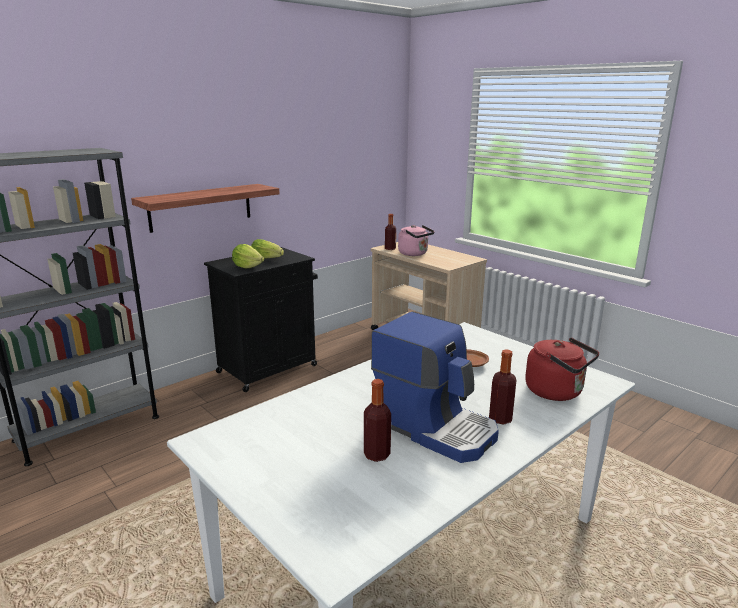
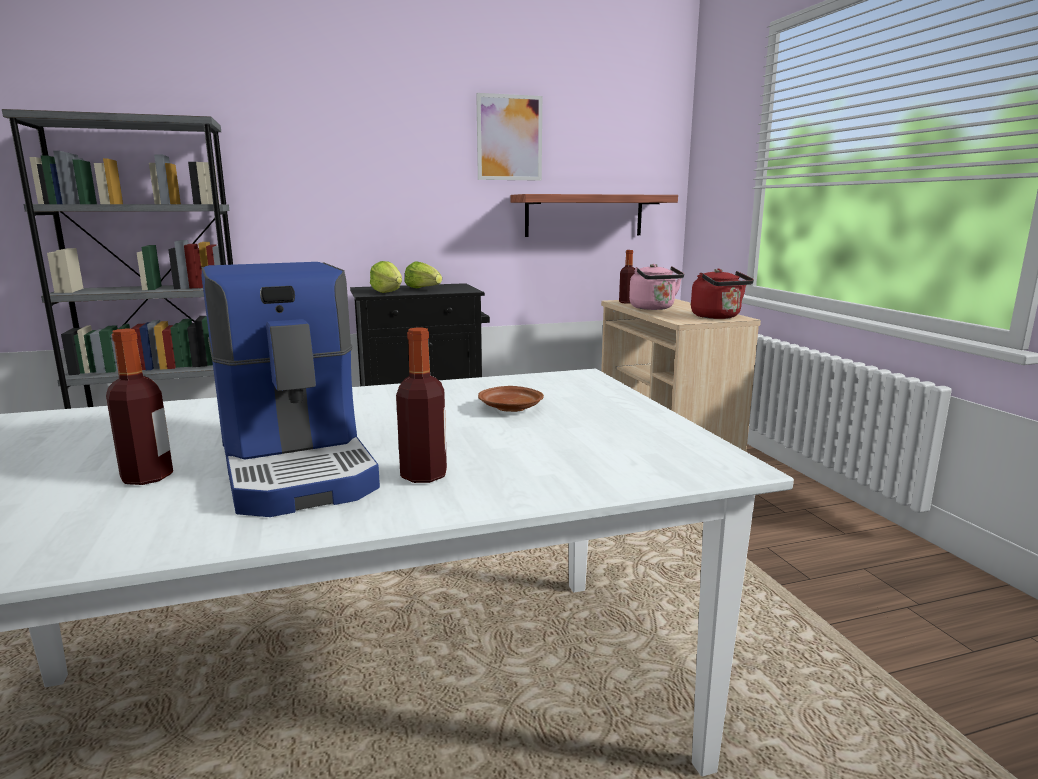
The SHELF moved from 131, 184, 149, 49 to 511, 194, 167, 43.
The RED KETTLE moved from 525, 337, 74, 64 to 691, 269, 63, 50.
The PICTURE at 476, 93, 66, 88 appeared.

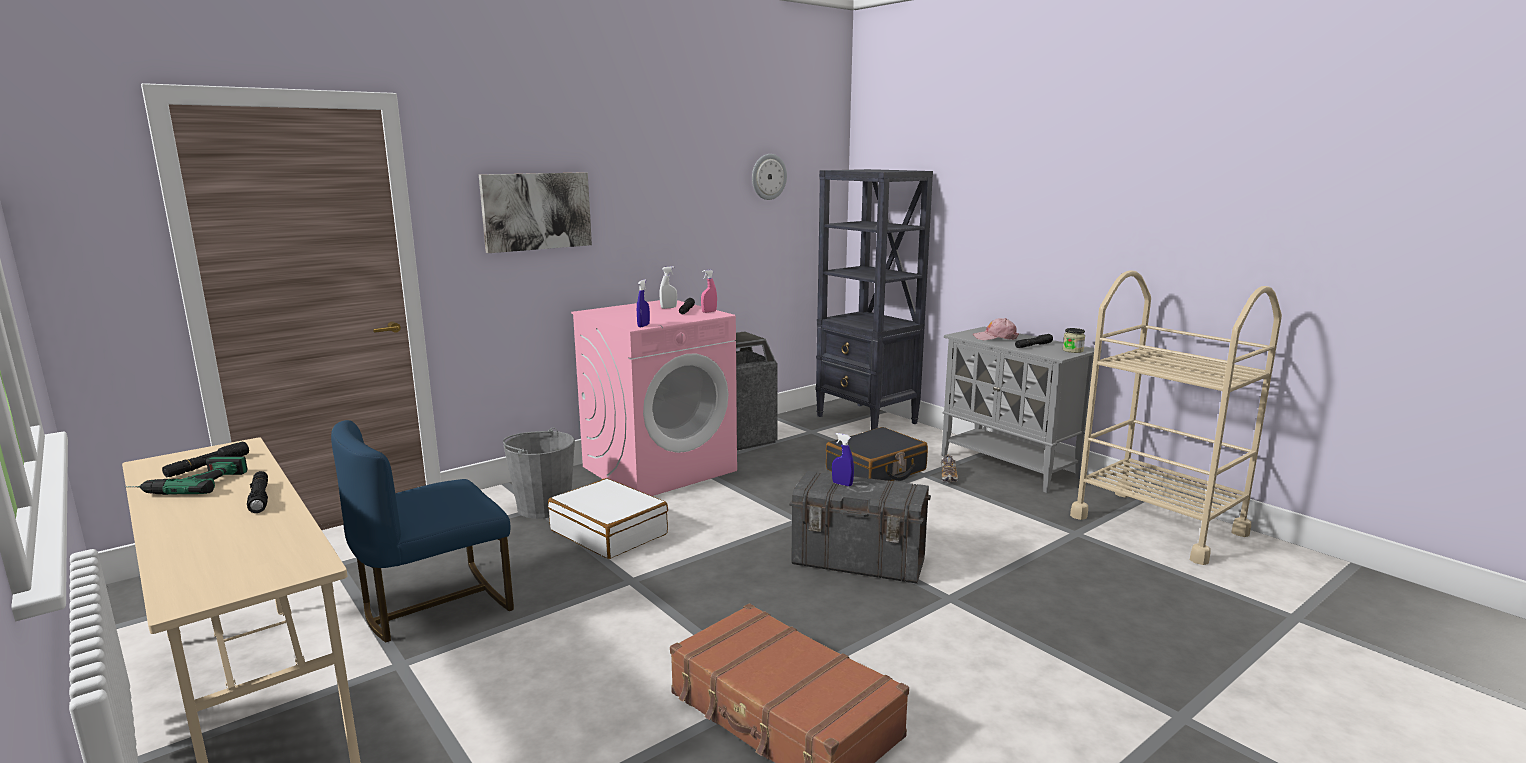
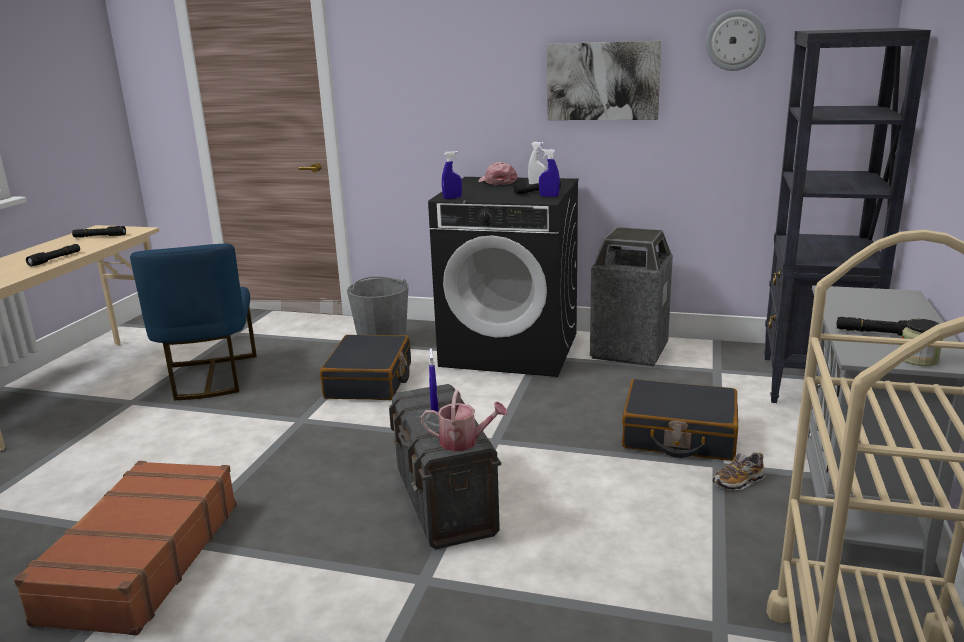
The POWER DRILL at 125, 456, 122, 39 disappeared.
The BLUE CHAIR at 331, 420, 183, 223 turned 120 degrees counterclockwise.
The PICTURE moved from 479, 172, 113, 81 to 547, 41, 115, 79.
The WHITE SUITCASE at 548, 478, 120, 81 became the BLACK SUITCASE at 320, 335, 91, 65.
The PINK WASHING MACHINE at 571, 300, 166, 196 became the BLACK WASHING MACHINE at 428, 177, 151, 200.
The PINK SPRAY BOTTLE at 701, 270, 16, 43 became the BLUE SPRAY BOTTLE at 539, 149, 21, 48.
The PINK CAP moved from 973, 318, 46, 22 to 478, 162, 40, 23.
The WATERING CAN at 420, 390, 88, 62 appeared.

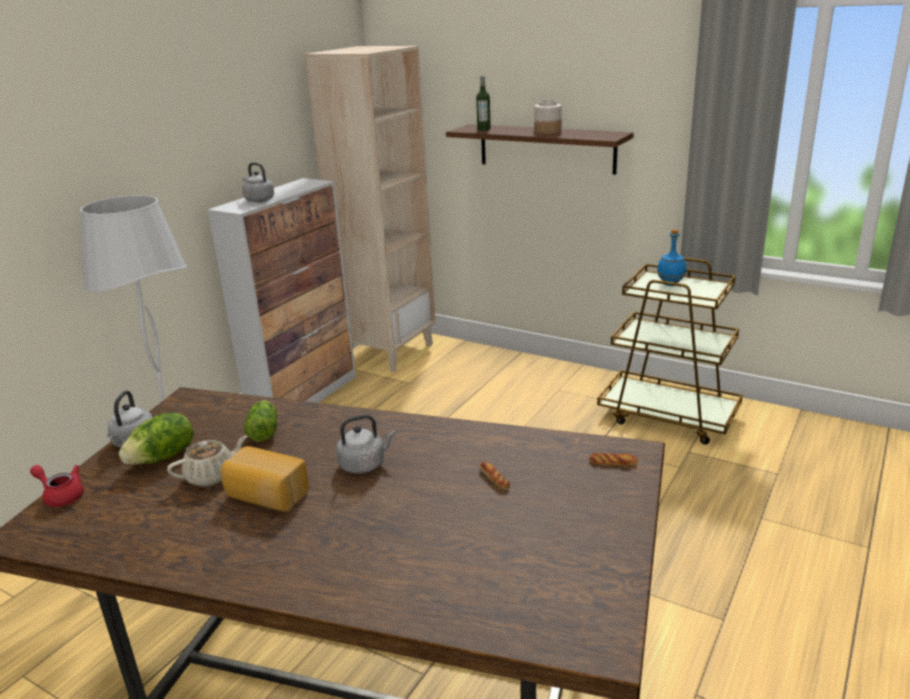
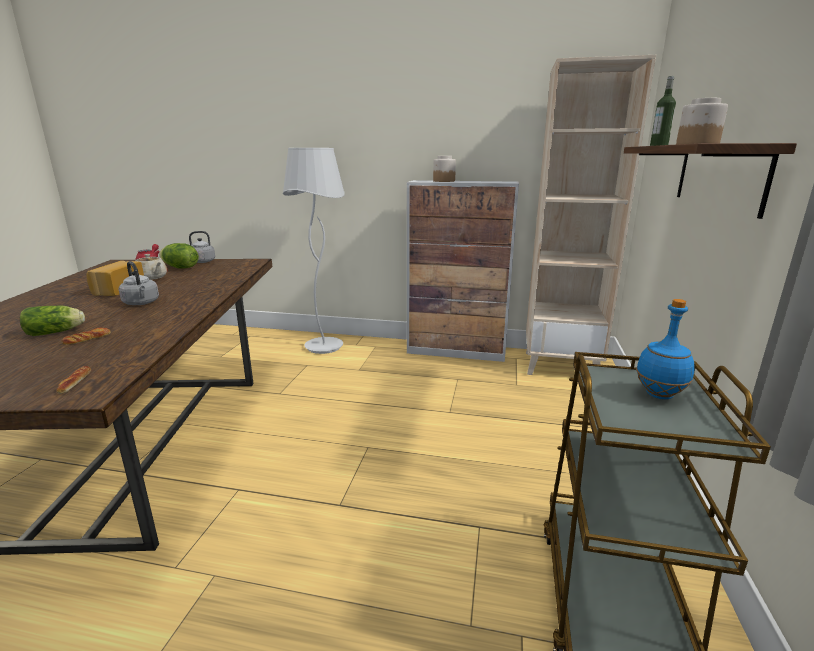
The GREY KETTLE at 242, 163, 32, 39 was replaced by the JAR at 433, 156, 23, 26.
The LETTUCE moved from 244, 400, 33, 42 to 20, 306, 65, 30.

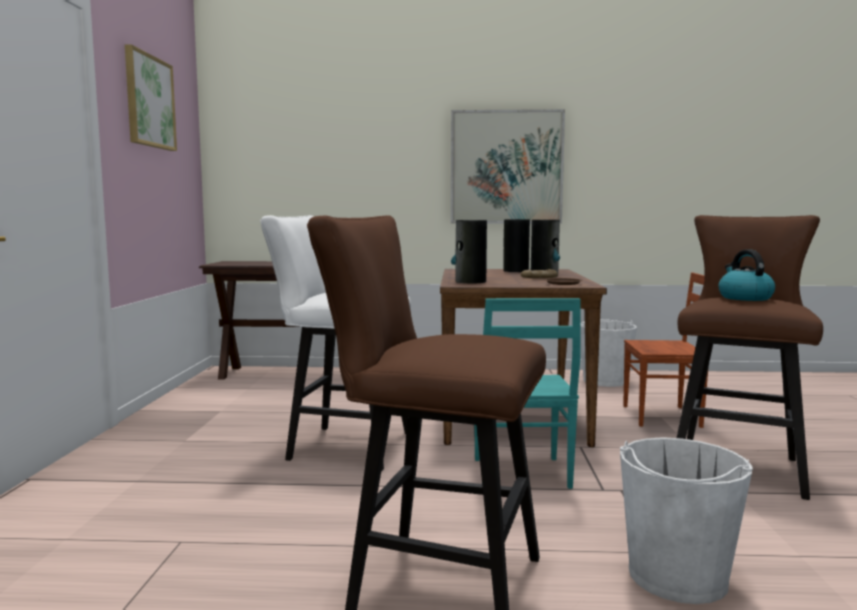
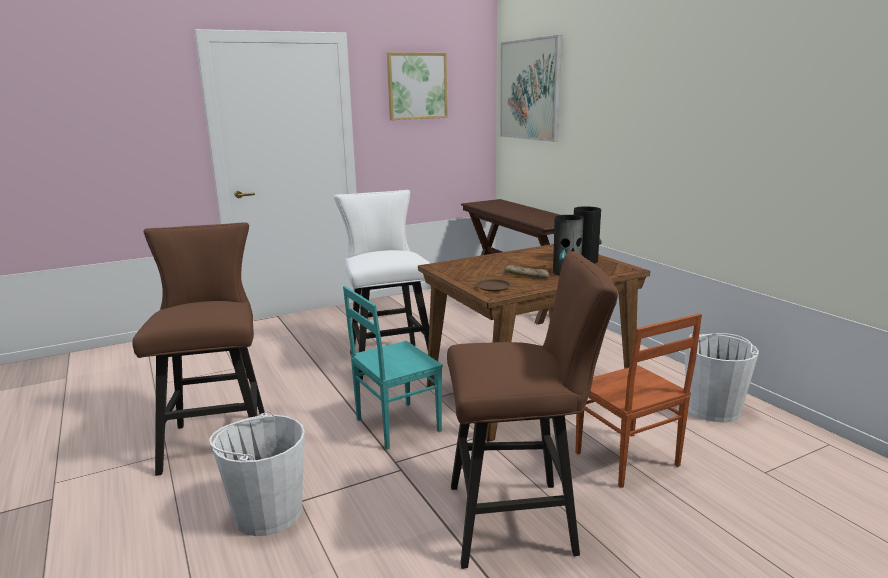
The PICTURE moved from 451, 109, 114, 115 to 500, 35, 62, 107.
The VASE at 451, 220, 36, 64 disappeared.
The KETTLE at 718, 250, 57, 51 disappeared.

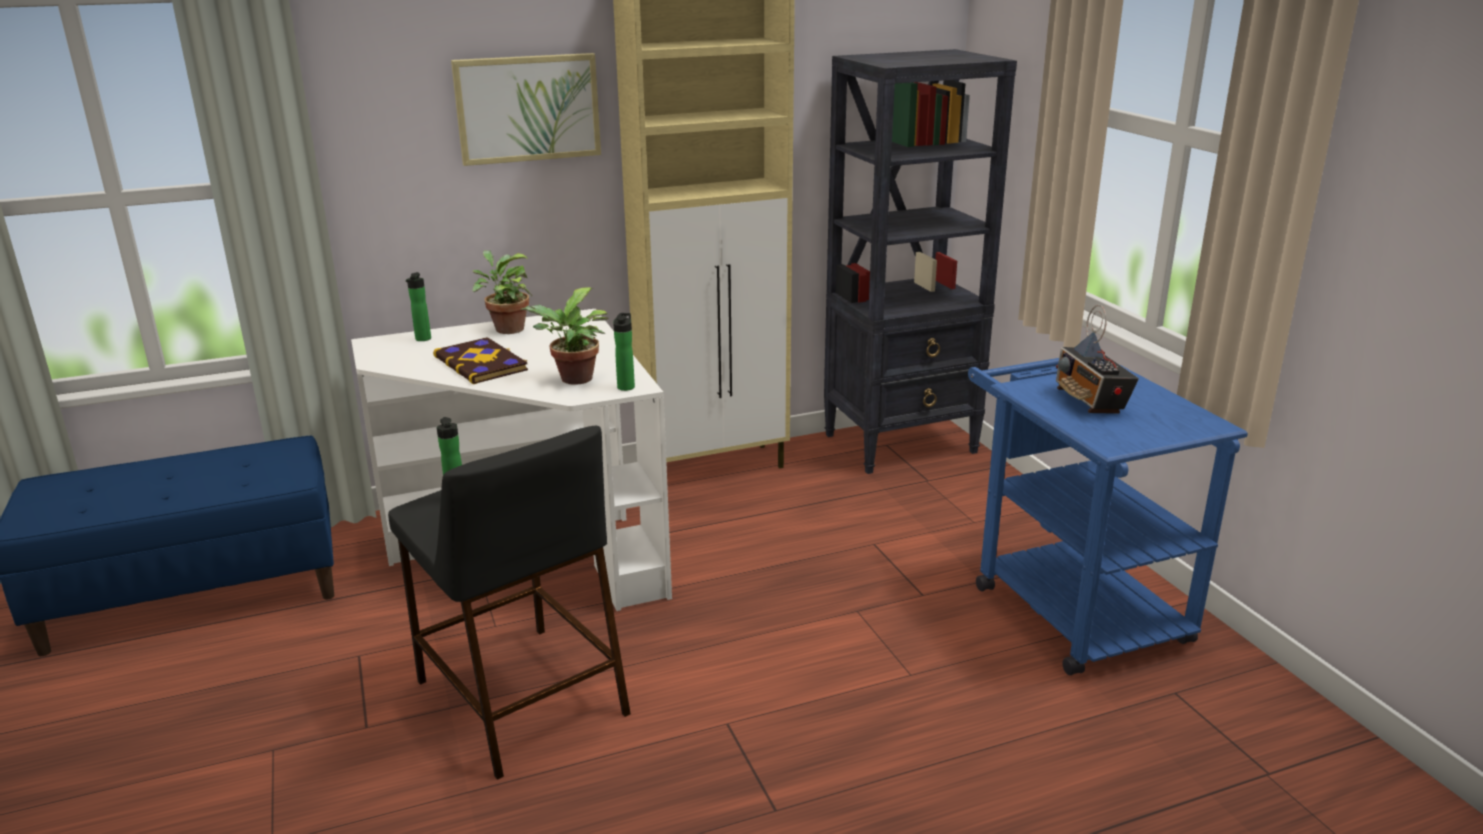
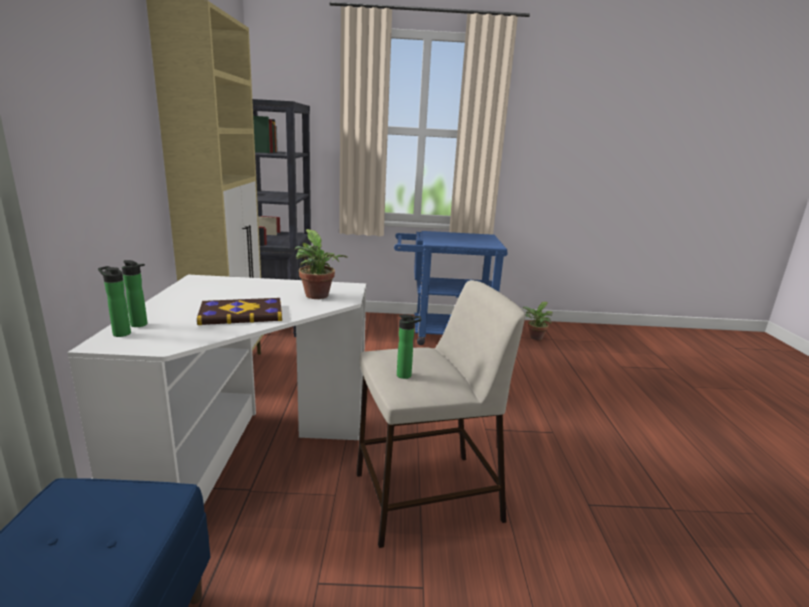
The BLACK STOOL at 388, 426, 243, 354 became the BEIGE STOOL at 357, 280, 168, 268.
The PICTURE at 451, 53, 150, 113 disappeared.
The POTTED PLANT moved from 472, 250, 60, 84 to 523, 302, 30, 38.
The BOTTLE moved from 613, 313, 22, 78 to 98, 266, 33, 71.
The RADIO at 1056, 305, 83, 109 disappeared.

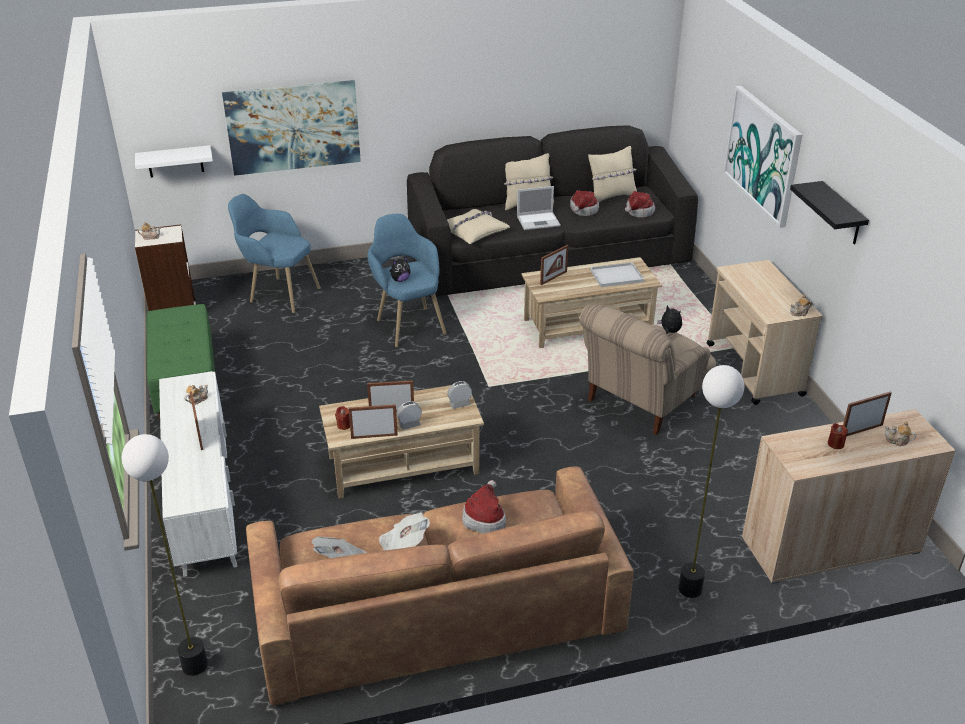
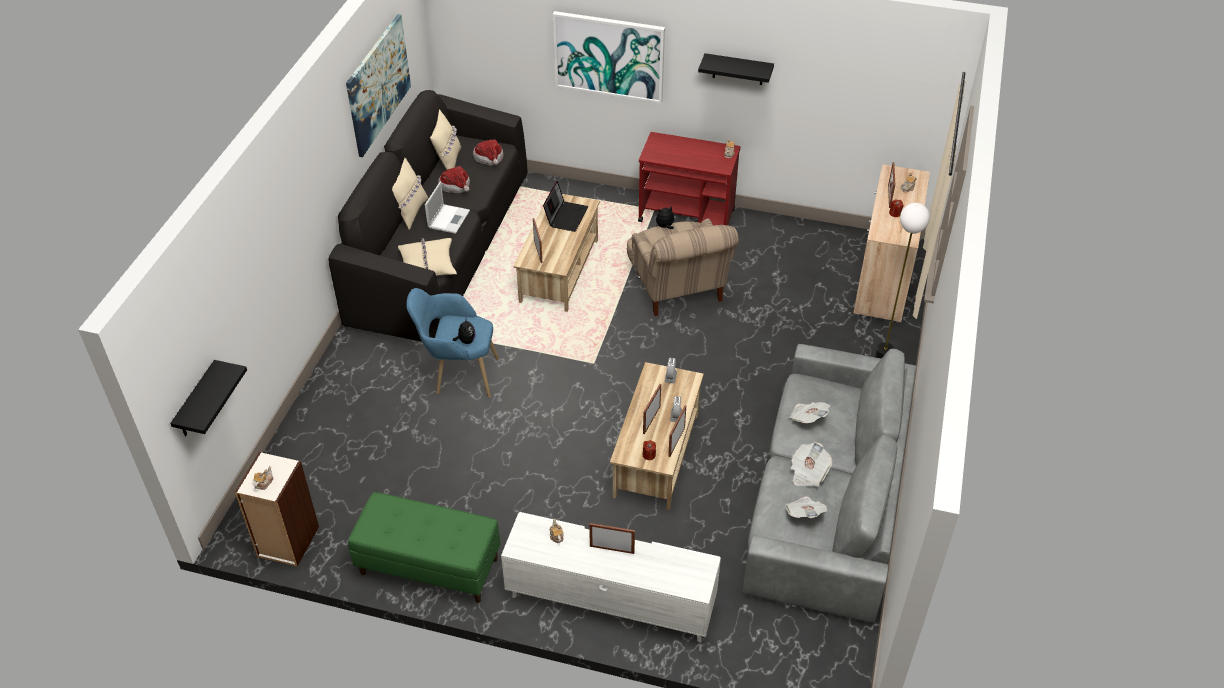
The FLOOR LAMP at 122, 434, 86, 242 disappeared.
The WHITE SHELF at 135, 145, 78, 32 became the BLACK SHELF at 170, 360, 77, 76.
The PICTURE moved from 222, 80, 139, 96 to 346, 14, 65, 143.
The BLUE ARMCHAIR at 228, 194, 93, 119 disappeared.
The BROWN SOFA at 246, 466, 388, 239 became the GREY SOFA at 743, 344, 173, 279.
The HAT at 462, 480, 44, 54 was replaced by the NEWSPAPER at 789, 402, 41, 21.
The WHITE TRAY at 590, 262, 54, 25 was replaced by the LAPTOP at 543, 181, 45, 51.
The BEIGE CART at 706, 260, 116, 145 became the RED CART at 638, 132, 103, 94.

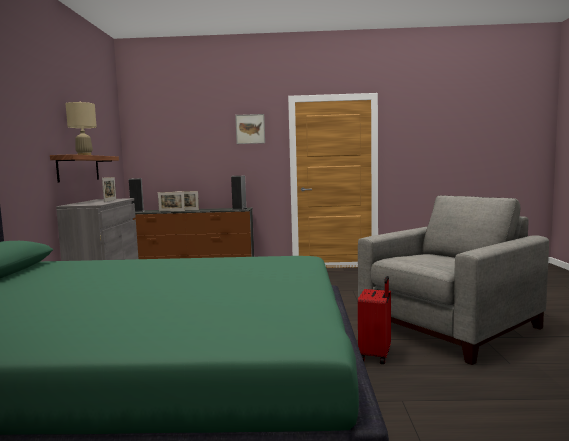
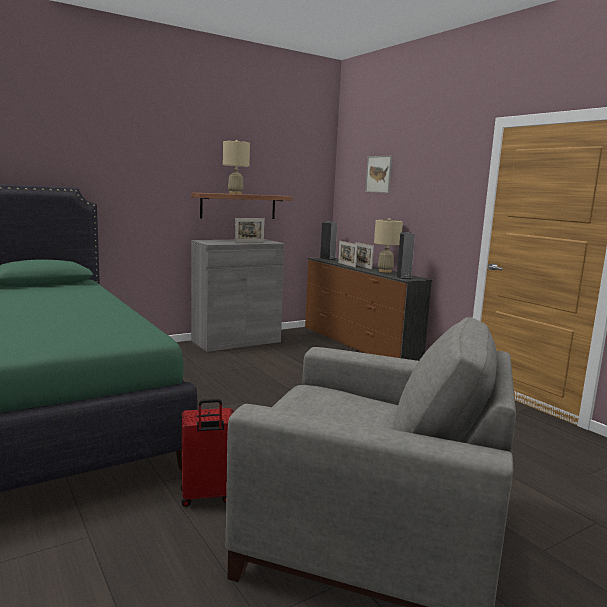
The PICTURE moved from 235, 114, 30, 30 to 365, 156, 27, 37.
The BEIGE TABLE LAMP at 374, 218, 29, 55 appeared.

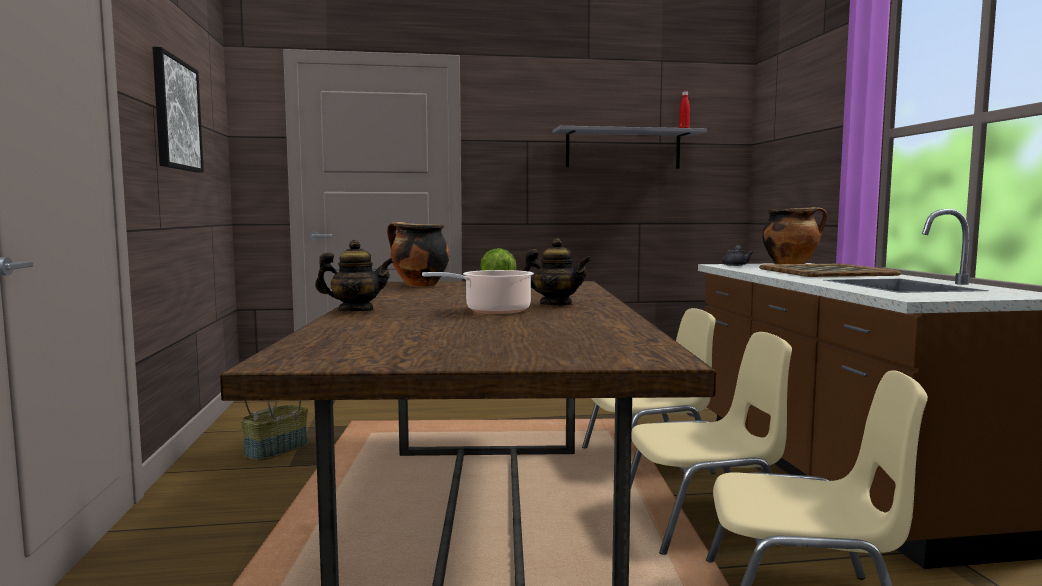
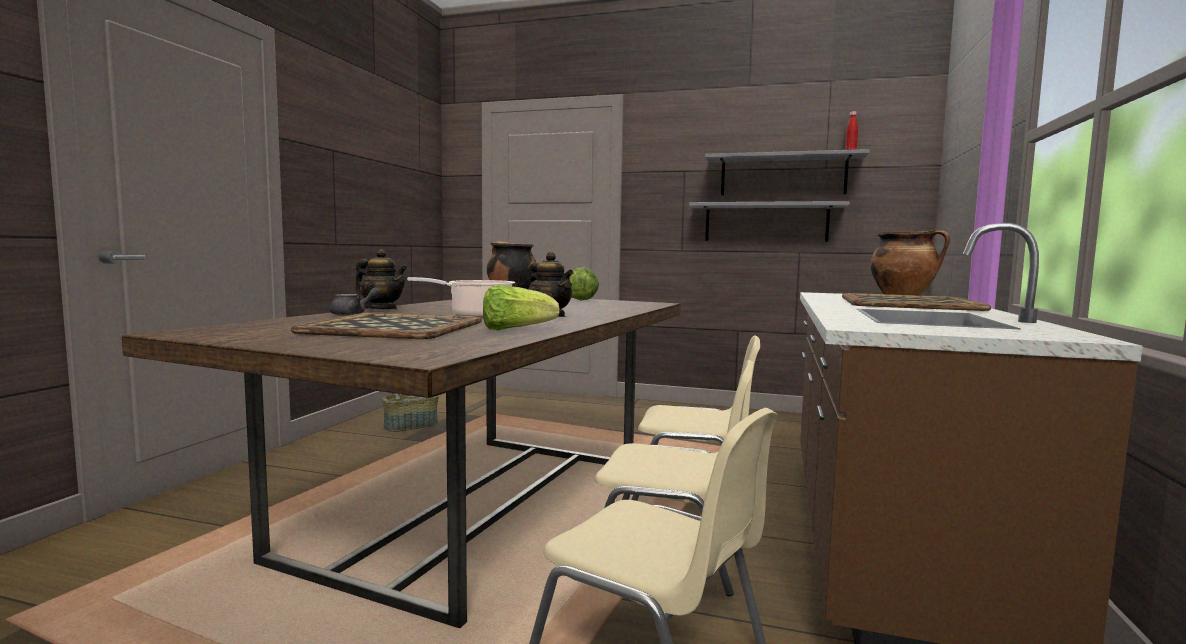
The PICTURE at 152, 47, 52, 126 disappeared.
The GREY TEAPOT moved from 722, 245, 32, 21 to 330, 288, 51, 28.
The TRAY at 291, 313, 191, 26 appeared.
The LETTUCE at 483, 285, 77, 45 appeared.
The GREY SHELF at 689, 201, 161, 41 appeared.

